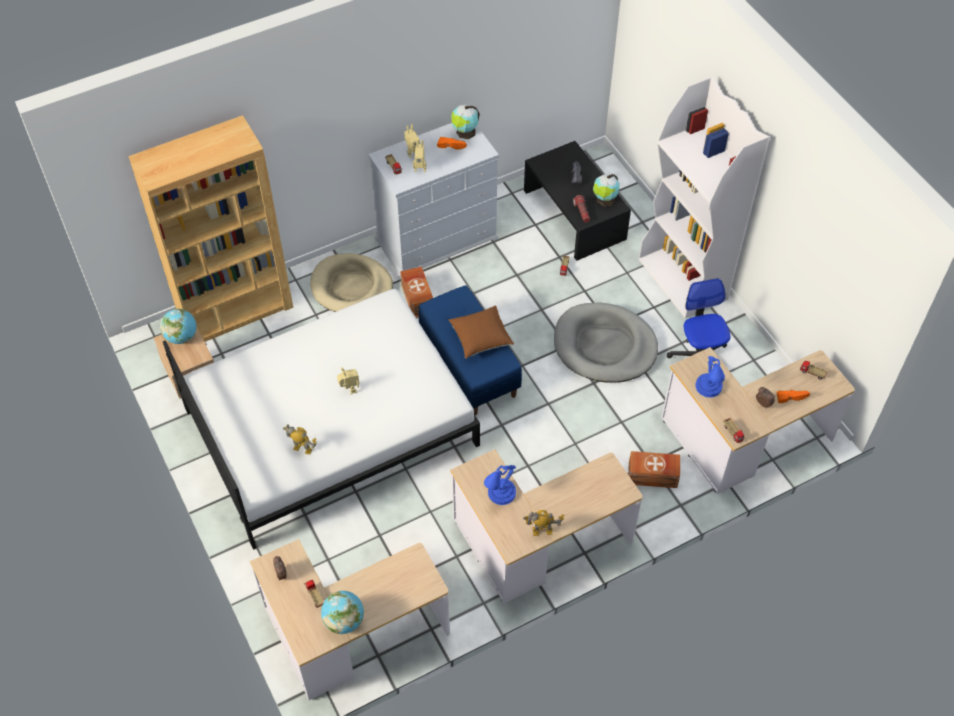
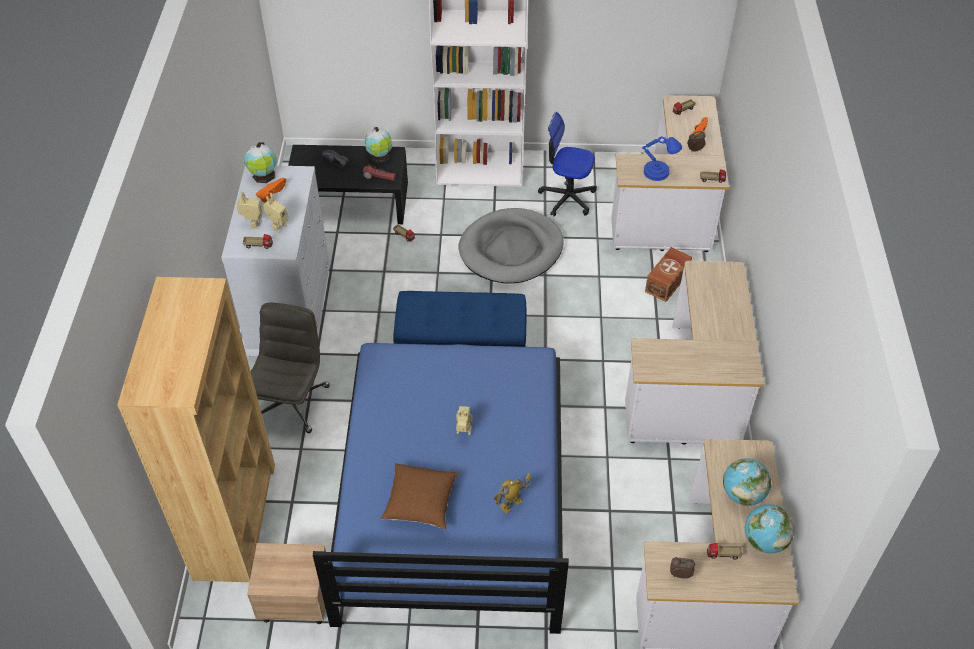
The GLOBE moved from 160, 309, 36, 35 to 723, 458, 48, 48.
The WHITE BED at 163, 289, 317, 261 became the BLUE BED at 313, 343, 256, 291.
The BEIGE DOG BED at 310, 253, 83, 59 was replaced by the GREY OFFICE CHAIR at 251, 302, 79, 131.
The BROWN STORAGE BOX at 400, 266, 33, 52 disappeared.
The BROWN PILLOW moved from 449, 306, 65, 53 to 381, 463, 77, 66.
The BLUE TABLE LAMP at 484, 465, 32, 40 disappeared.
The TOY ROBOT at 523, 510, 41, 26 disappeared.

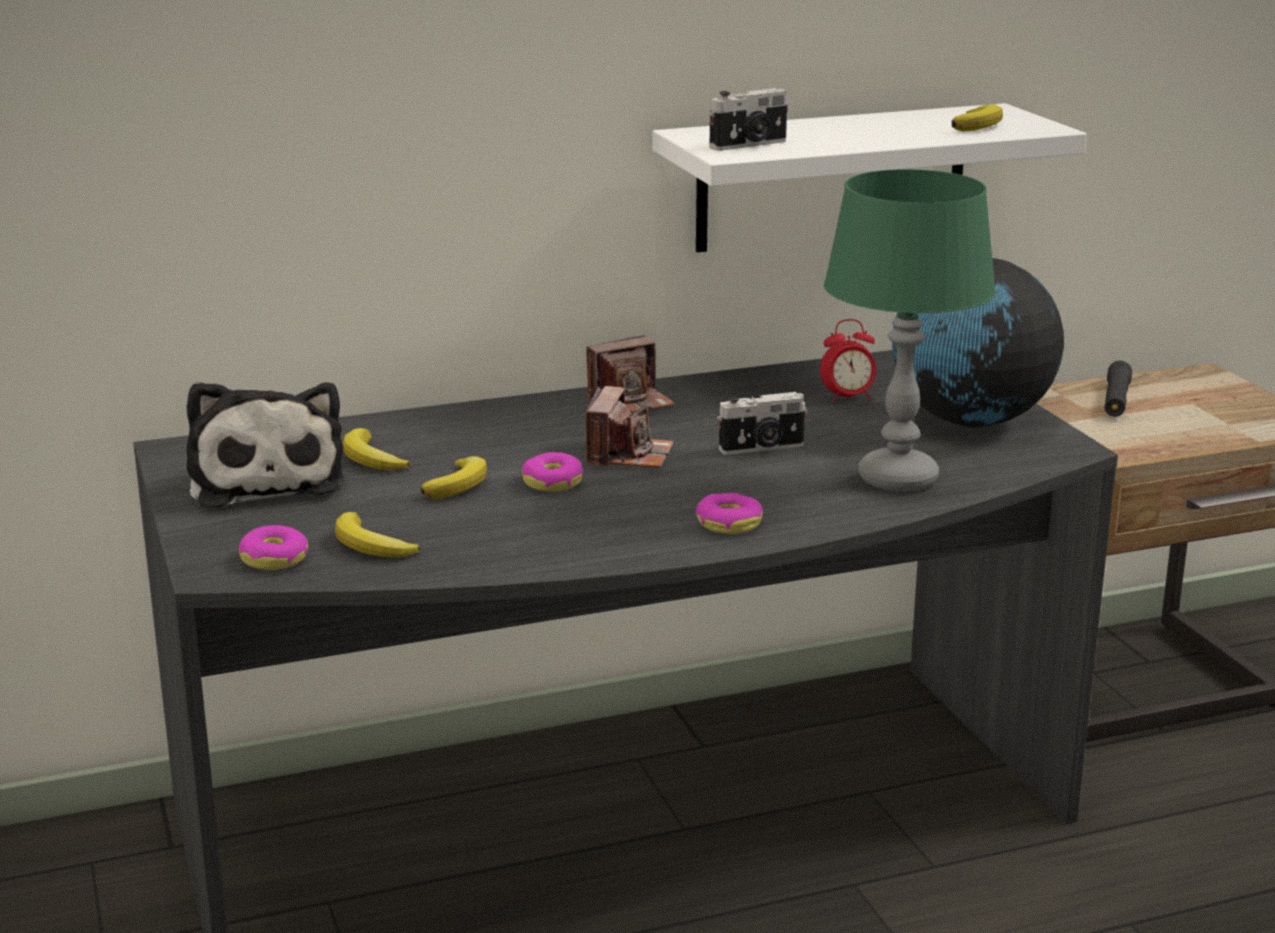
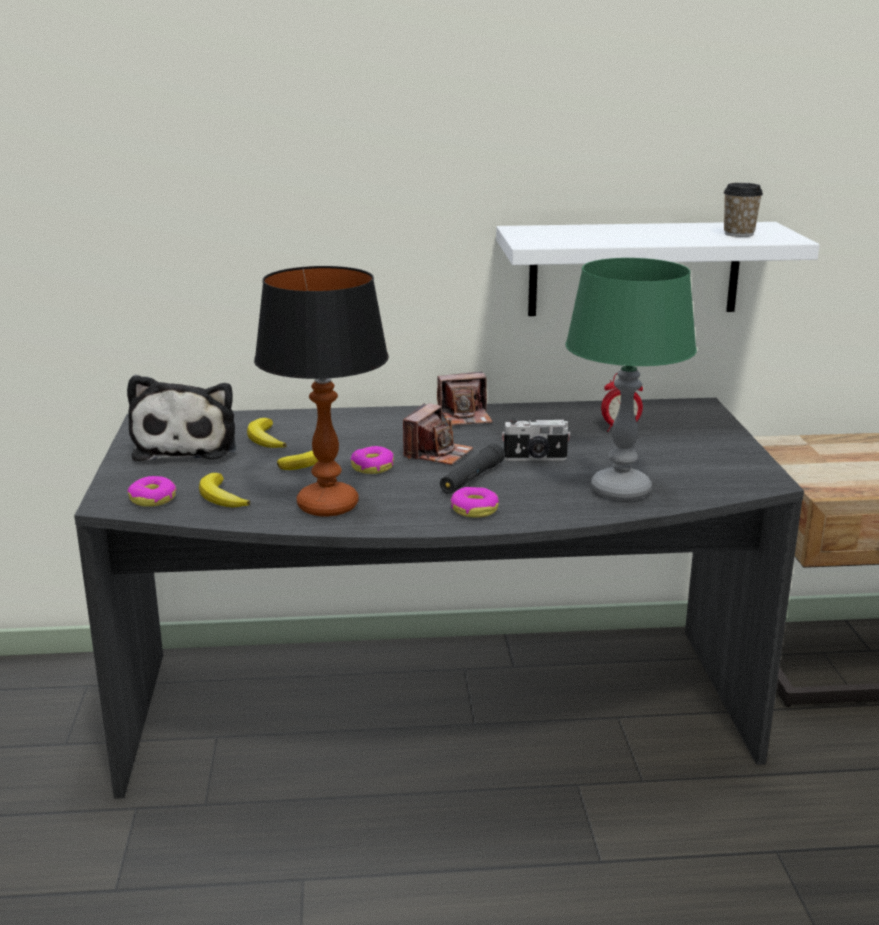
The PHOTO CAMERA at 709, 88, 79, 63 disappeared.
The GLOBE at 892, 258, 172, 170 disappeared.
The BANANA at 952, 104, 51, 27 was replaced by the CUP at 724, 183, 39, 54.
The BLACK FLASHLIGHT moved from 1105, 361, 27, 56 to 440, 443, 65, 51.
The TABLE LAMP at 254, 266, 135, 251 appeared.

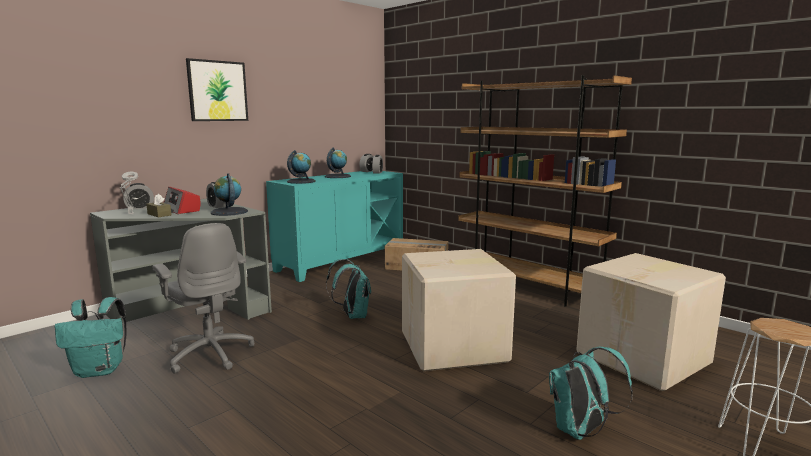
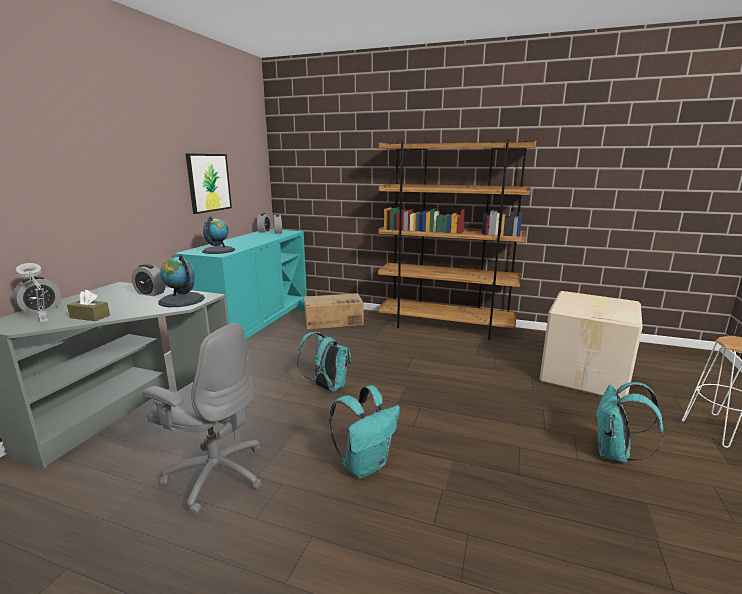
The TURQUOISE BACKPACK moved from 54, 297, 72, 81 to 329, 385, 71, 93.
The RADIO at 164, 187, 37, 27 disappeared.
The PICTURE moved from 186, 58, 62, 63 to 186, 153, 46, 61.
The GLOBE at 325, 148, 26, 30 disappeared.
The CARDBOARD BOX at 402, 249, 114, 122 disappeared.

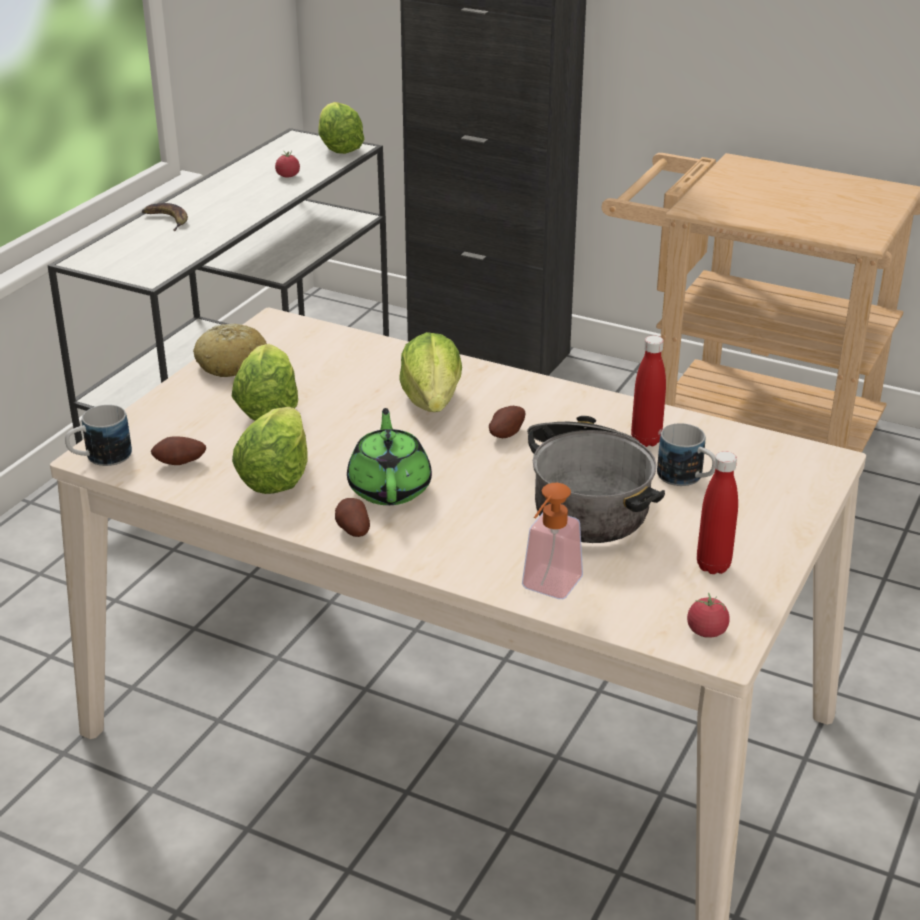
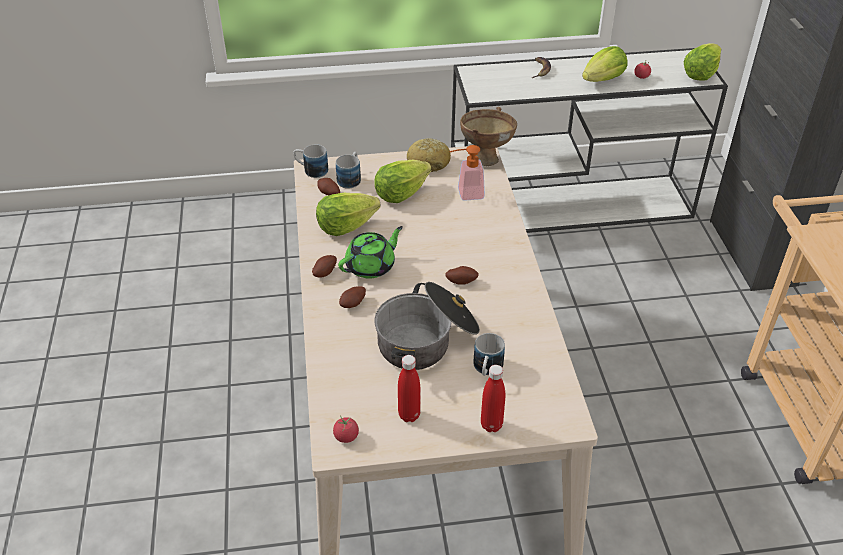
The LETTUCE moved from 400, 332, 62, 80 to 582, 46, 45, 36.
The SOAP DISPENSER moved from 522, 483, 61, 116 to 449, 145, 36, 56.
The RED BOTTLE moved from 631, 336, 35, 111 to 481, 365, 24, 67.
The MUG at 336, 152, 25, 37 appeared.
The POTATO at 339, 286, 27, 22 appeared.
The BROWN BOWL at 460, 107, 57, 59 appeared.

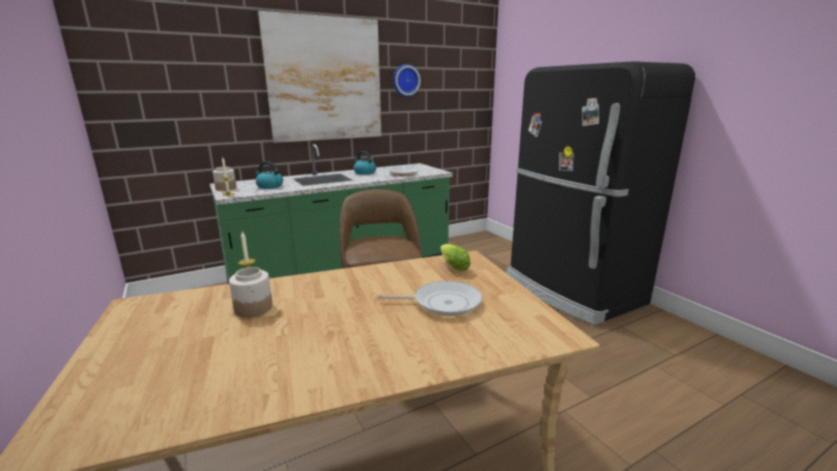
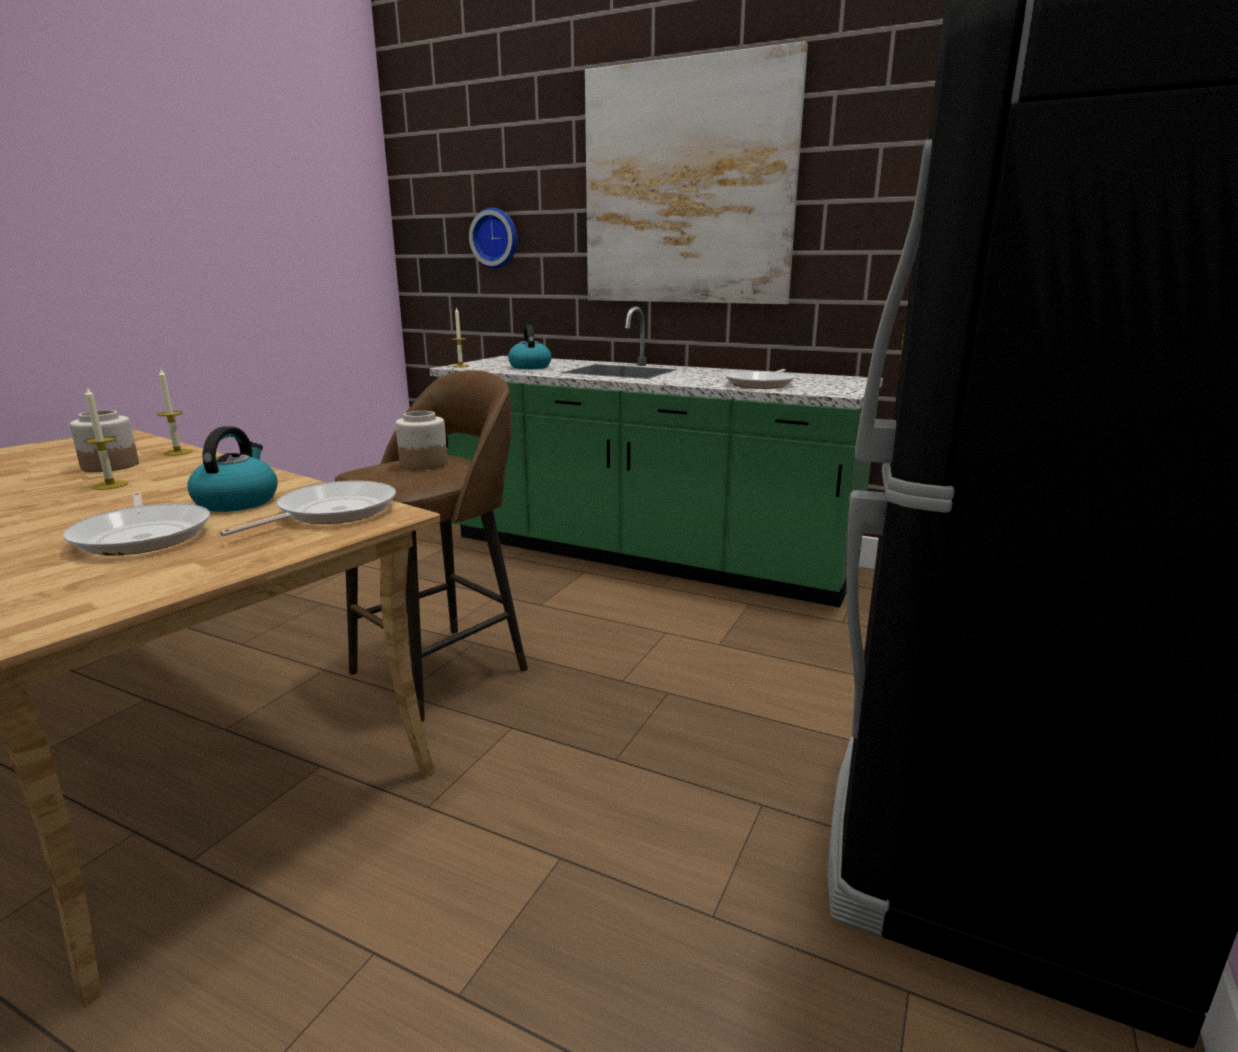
The JAR moved from 213, 167, 24, 24 to 395, 411, 53, 59.
The KETTLE moved from 353, 151, 23, 24 to 187, 426, 91, 86.
The WALL CLOCK moved from 393, 64, 28, 33 to 469, 207, 48, 62.
The LETTUCE at 441, 244, 30, 27 was replaced by the FRYING PAN at 219, 480, 177, 56.
The CANDLE at 84, 387, 44, 103 appeared.

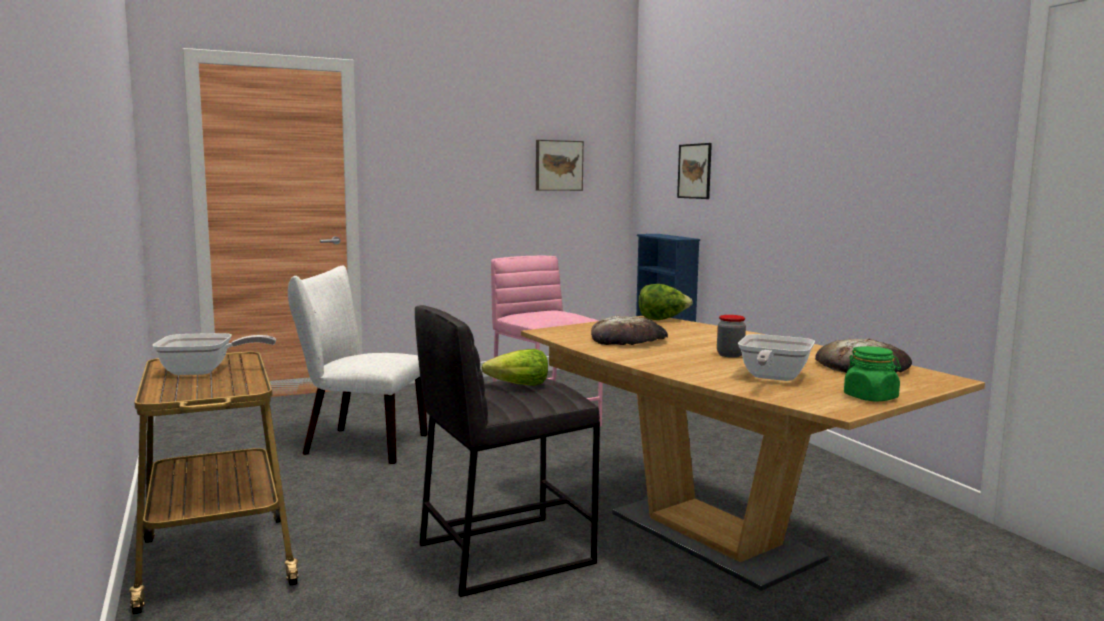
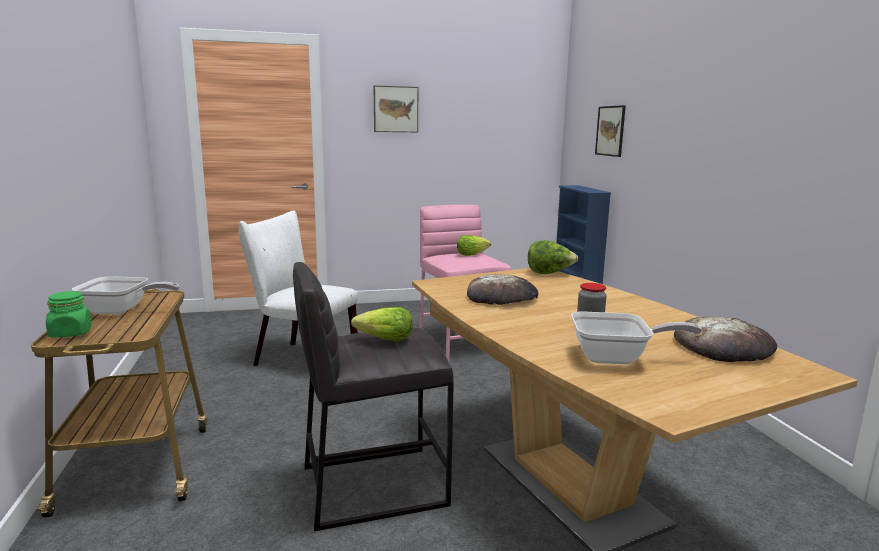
The PICTURE moved from 536, 140, 48, 51 to 374, 86, 44, 46.
The FRYING PAN at 738, 334, 77, 47 turned 120 degrees counterclockwise.
The GREEN JAR moved from 844, 346, 57, 55 to 46, 291, 46, 46.
The LETTUCE at 457, 235, 34, 21 appeared.

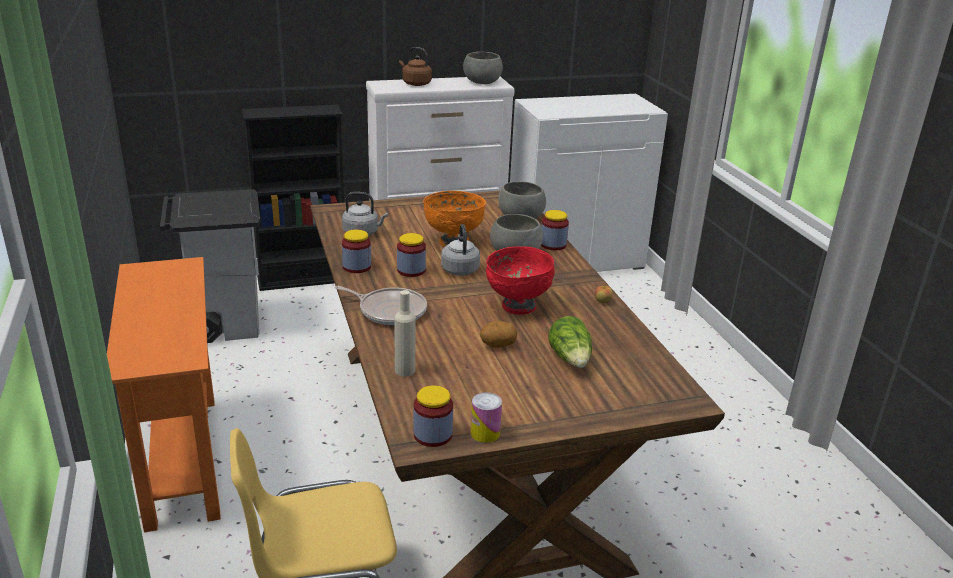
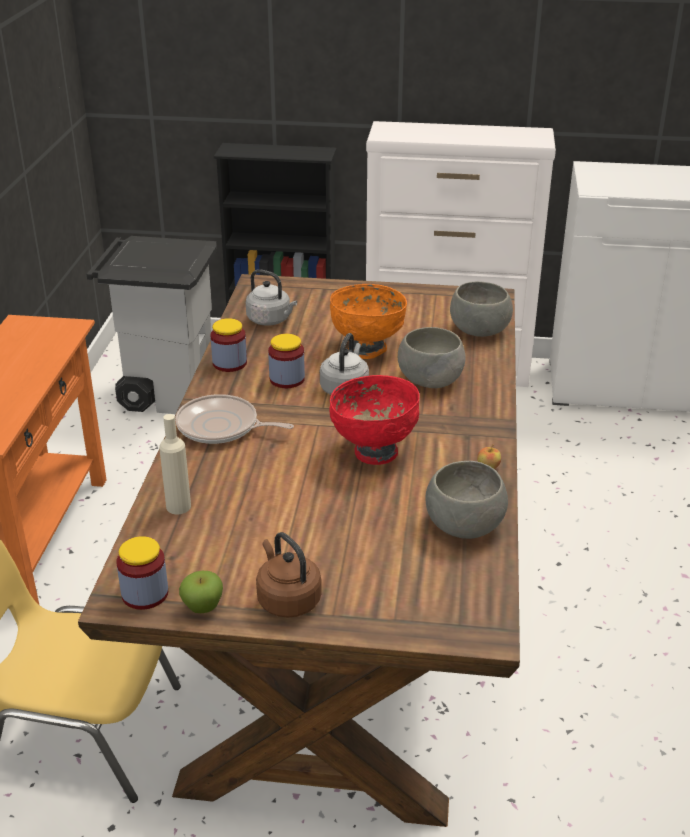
The FRYING PAN at 334, 286, 93, 39 turned 150 degrees clockwise.
The BROWN KETTLE moved from 399, 47, 33, 39 to 256, 532, 66, 85.
The GREY BOWL moved from 463, 52, 40, 32 to 425, 461, 83, 78.
The CAN at 471, 392, 31, 51 was replaced by the APPLE at 179, 571, 44, 42.
The POTATO at 480, 321, 37, 27 disappeared.
The JAR at 541, 210, 28, 40 disappeared.
The LETTUCE at 548, 316, 44, 52 disappeared.

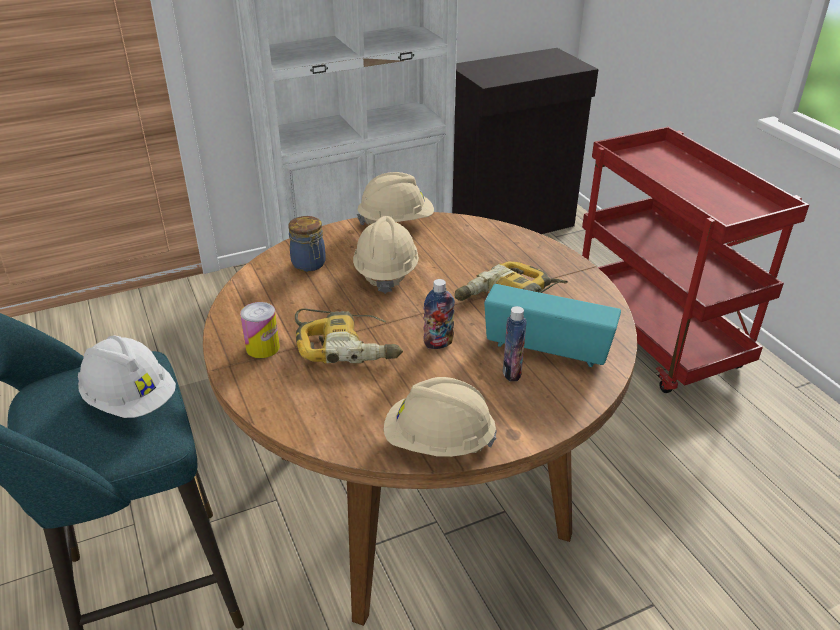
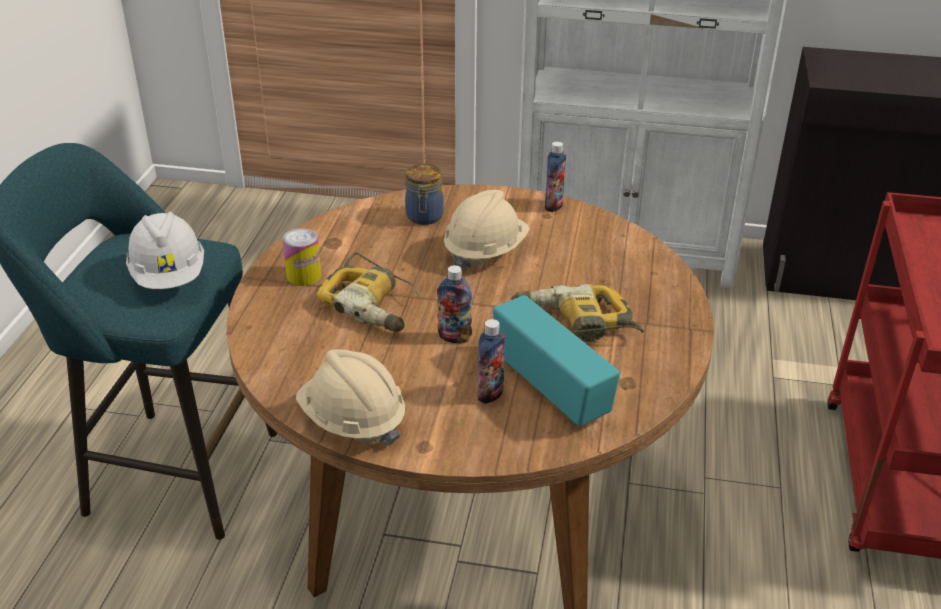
The BEIGE HARD HAT at 357, 172, 77, 53 was replaced by the BOTTLE at 545, 141, 21, 71.

